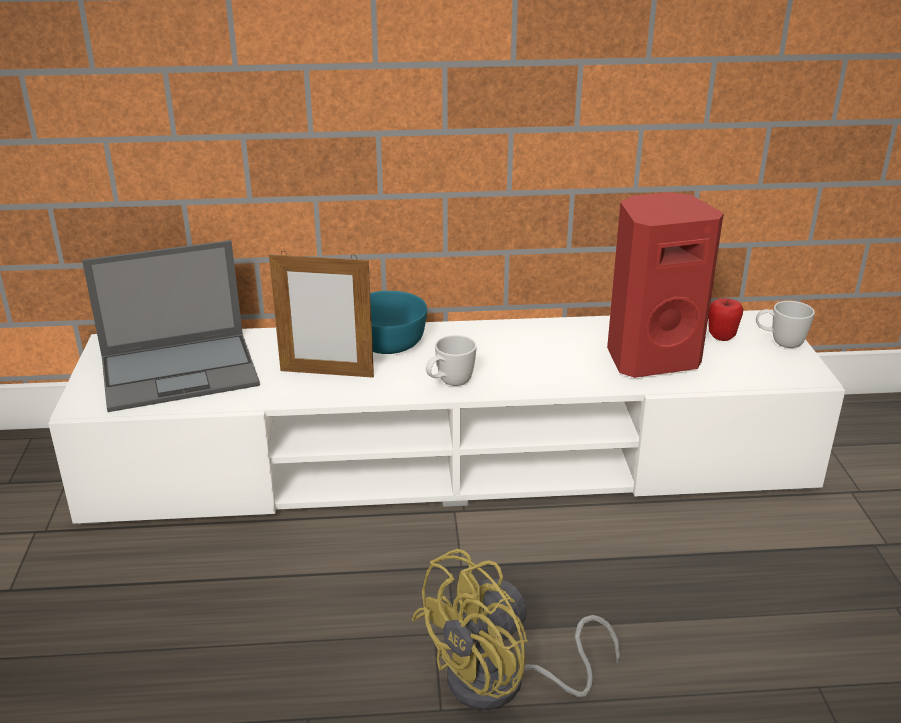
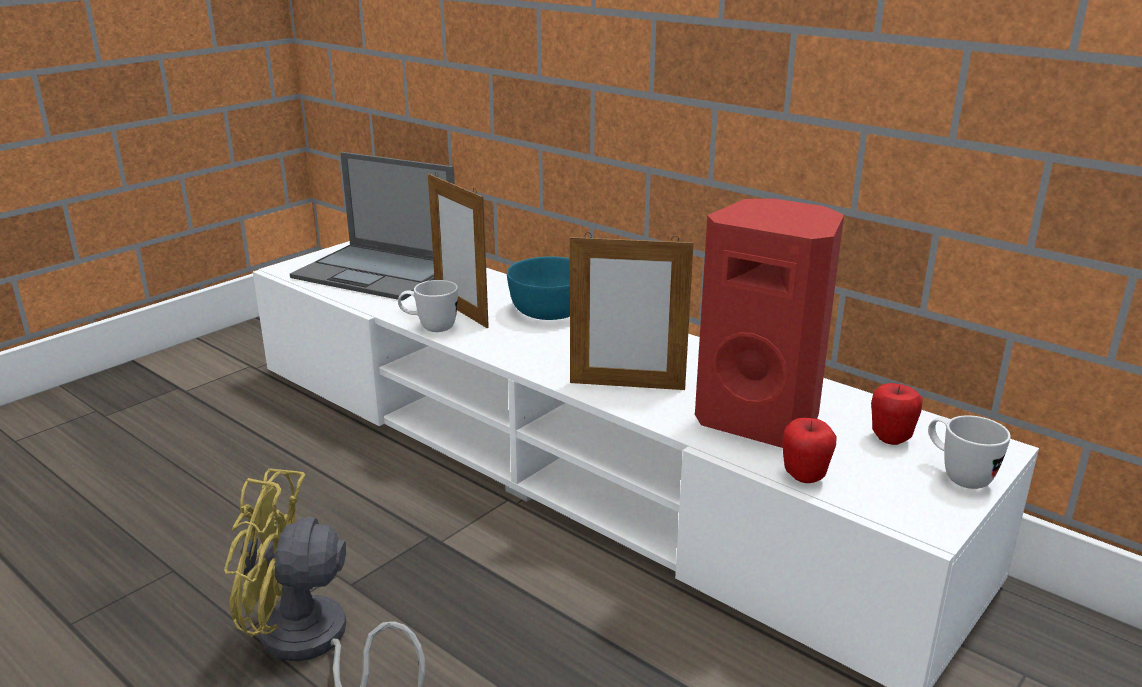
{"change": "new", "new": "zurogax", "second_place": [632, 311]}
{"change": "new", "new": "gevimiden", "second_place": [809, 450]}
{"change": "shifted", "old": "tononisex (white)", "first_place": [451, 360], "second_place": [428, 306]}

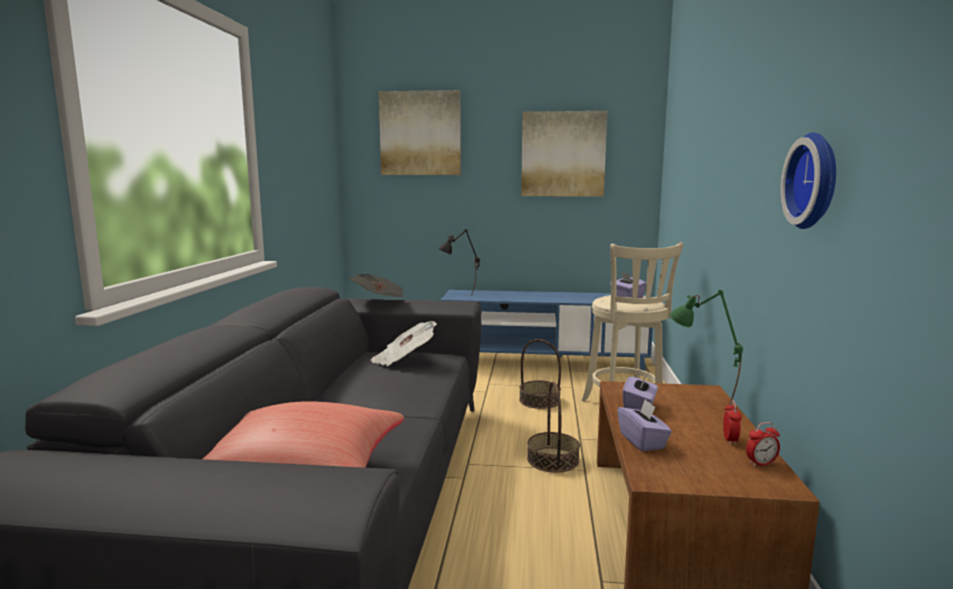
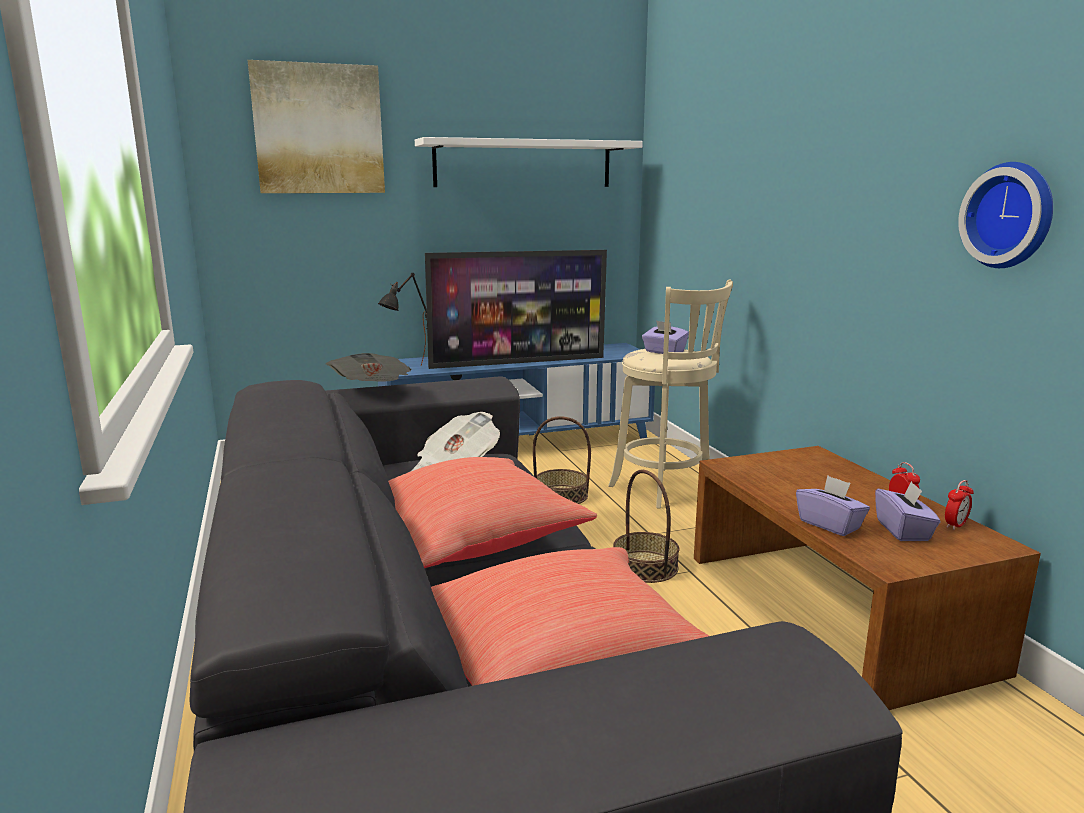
{"change": "gone", "old": "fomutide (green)", "first_place": [706, 347]}
{"change": "new", "new": "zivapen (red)", "second_place": [492, 512]}
{"change": "new", "new": "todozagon", "second_place": [516, 309]}
{"change": "shifted", "old": "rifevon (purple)", "first_place": [640, 391], "second_place": [907, 511]}
{"change": "swapped", "old": "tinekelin", "new": "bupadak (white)", "first_place": [564, 154], "second_place": [529, 162]}

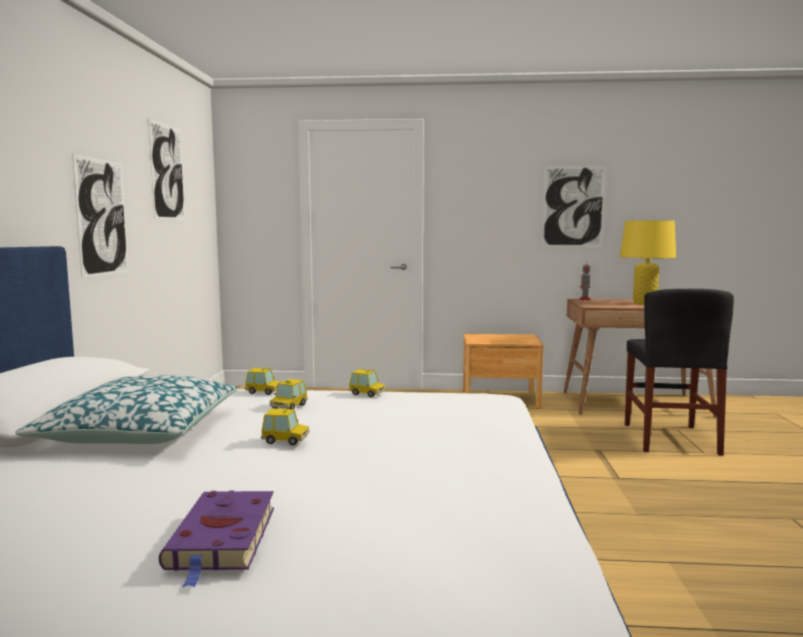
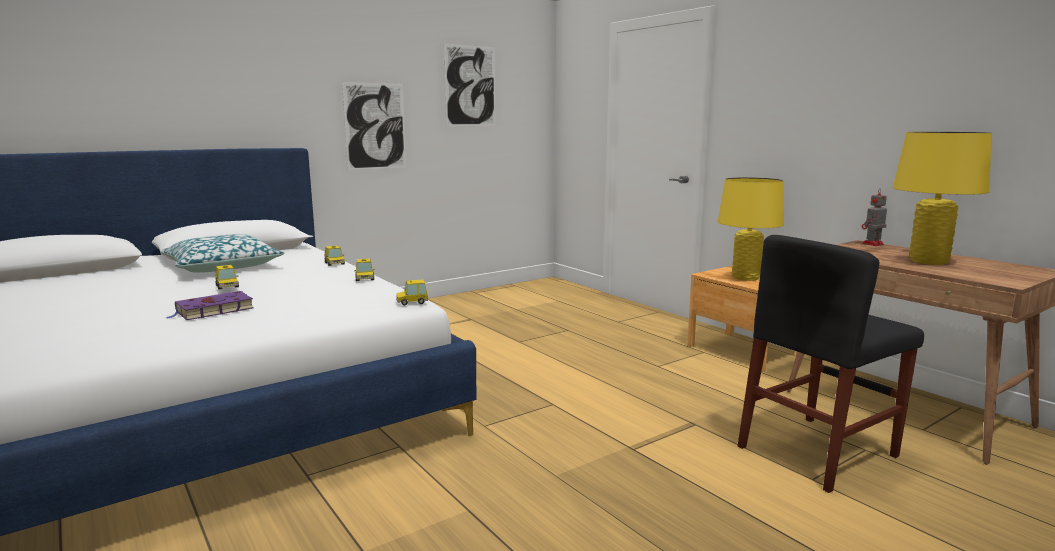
{"change": "gone", "old": "tinekelin", "first_place": [574, 206]}
{"change": "new", "new": "fomutide (yellow)", "second_place": [751, 229]}
{"change": "shifted", "old": "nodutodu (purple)", "first_place": [216, 539], "second_place": [210, 305]}
{"change": "shifted", "old": "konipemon", "first_place": [288, 394], "second_place": [412, 292]}

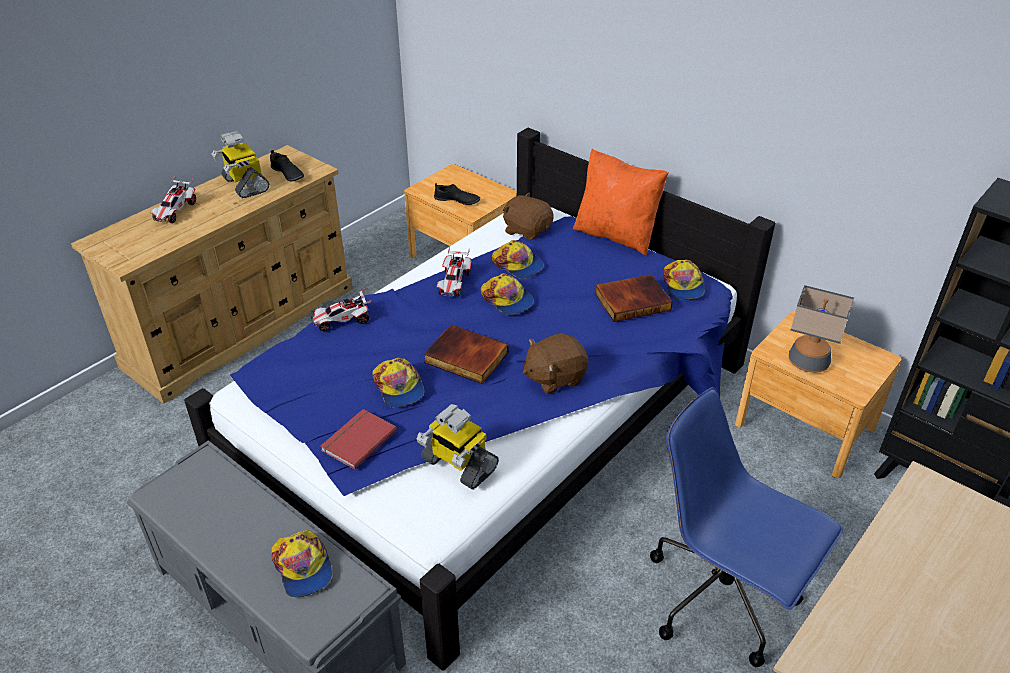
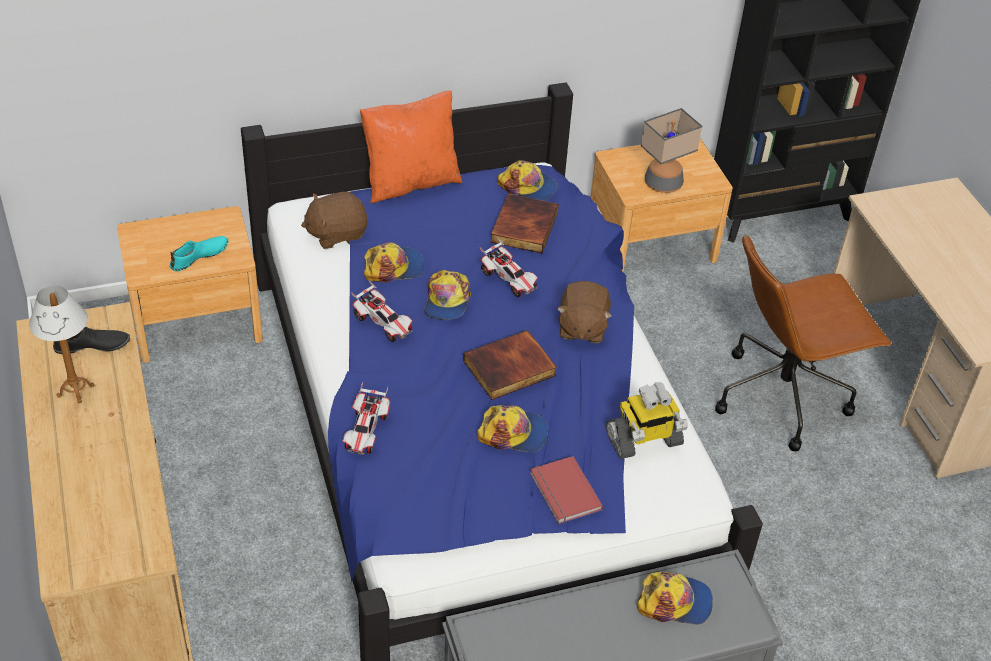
{"change": "shifted", "old": "konipemon", "first_place": [173, 200], "second_place": [509, 267]}
{"change": "swapped", "old": "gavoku", "new": "fomutide", "first_place": [240, 164], "second_place": [61, 344]}
{"change": "repainted", "old": "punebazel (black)", "new": "punebazel (turquoise)", "first_place": [457, 194], "second_place": [199, 253]}
{"change": "repainted", "old": "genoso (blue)", "new": "genoso (brown)", "first_place": [747, 527], "second_place": [803, 342]}
{"change": "rotated", "old": "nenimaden", "first_place": [507, 294], "second_place": [447, 295], "degrees": 105}

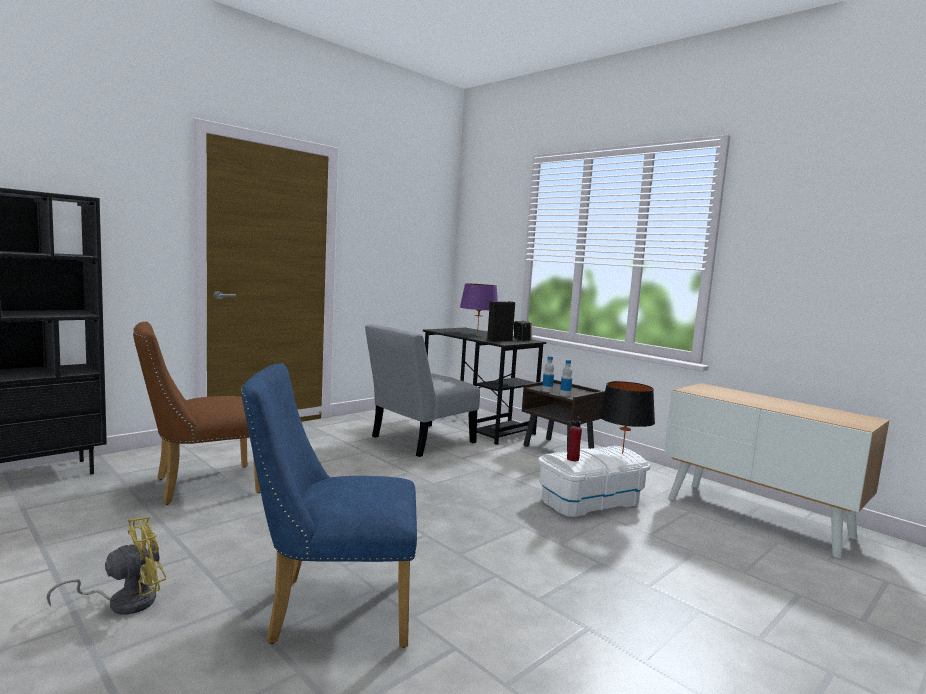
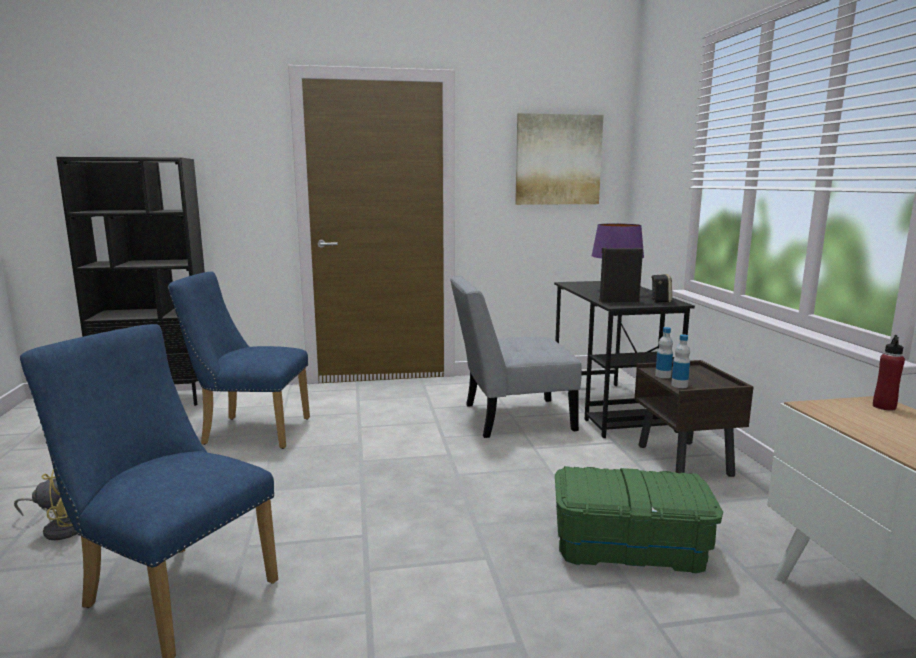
{"change": "gone", "old": "fomutide (black)", "first_place": [626, 417]}
{"change": "new", "new": "tinekelin", "second_place": [559, 159]}
{"change": "shifted", "old": "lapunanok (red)", "first_place": [574, 438], "second_place": [889, 372]}
{"change": "repainted", "old": "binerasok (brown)", "new": "binerasok (blue)", "first_place": [197, 413], "second_place": [239, 360]}
{"change": "repainted", "old": "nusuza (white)", "new": "nusuza (green)", "first_place": [594, 481], "second_place": [639, 519]}

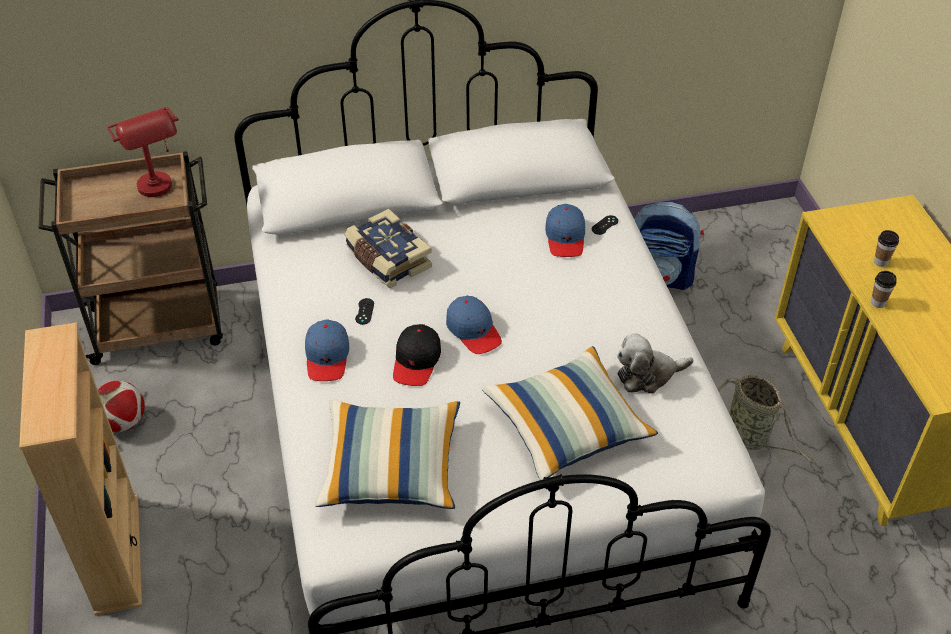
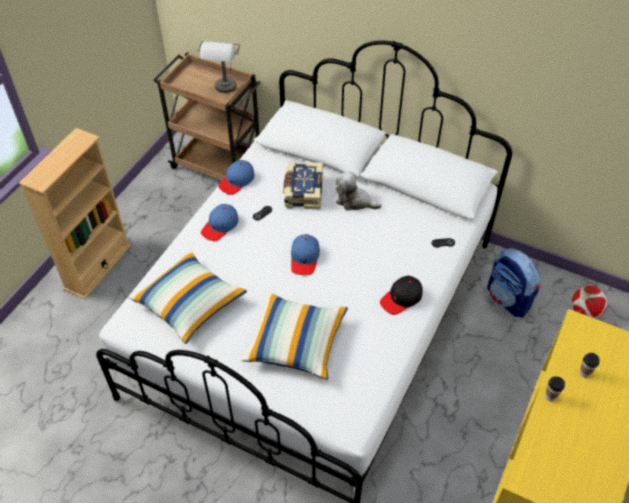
{"change": "gone", "old": "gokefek", "first_place": [766, 418]}
{"change": "shifted", "old": "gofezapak", "first_place": [121, 406], "second_place": [590, 302]}
{"change": "shifted", "old": "nenimaden (black)", "first_place": [417, 355], "second_place": [401, 295]}
{"change": "shifted", "old": "nenimaden (blue)", "first_place": [565, 230], "second_place": [236, 177]}
{"change": "shifted", "old": "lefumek", "first_place": [655, 363], "second_place": [359, 190]}
{"change": "repainted", "old": "fomutide (red)", "new": "fomutide (grey)", "first_place": [143, 152], "second_place": [218, 67]}

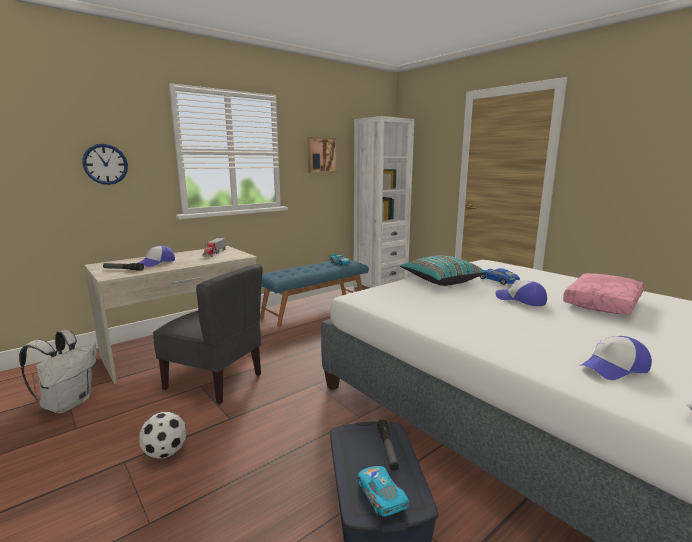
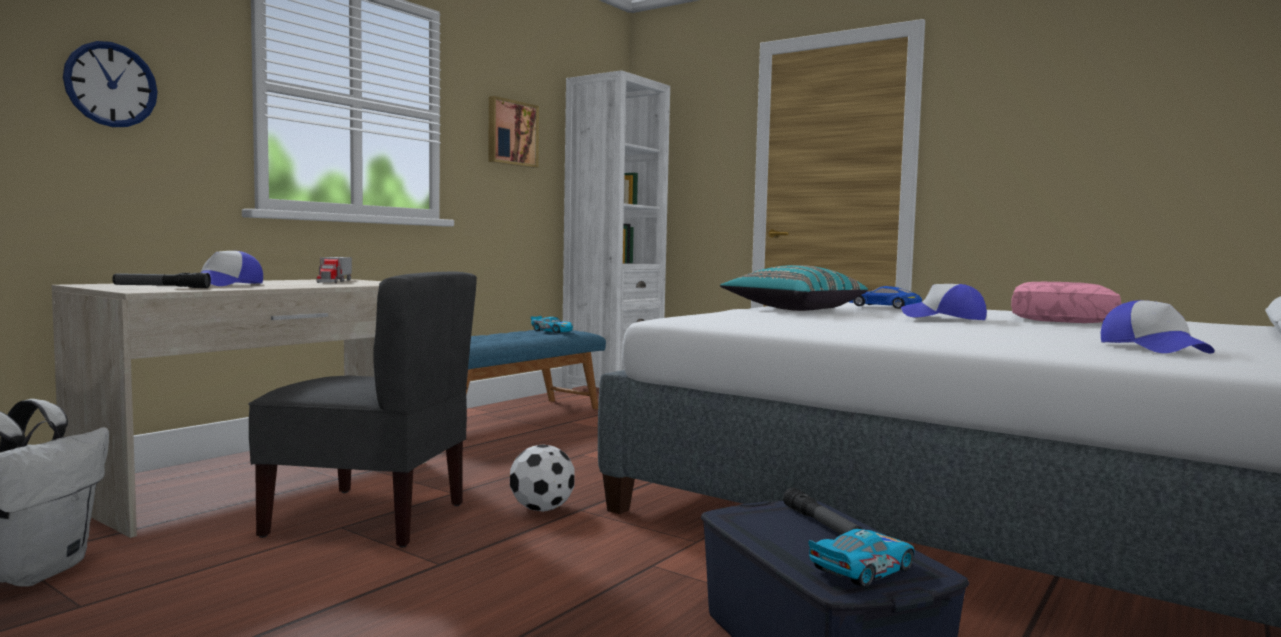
{"change": "shifted", "old": "gofezapak", "first_place": [163, 435], "second_place": [542, 478]}
{"change": "rotated", "old": "konipemon", "first_place": [383, 491], "second_place": [861, 558], "degrees": 90}
{"change": "rotated", "old": "nenimaden", "first_place": [616, 358], "second_place": [1158, 327], "degrees": -60}

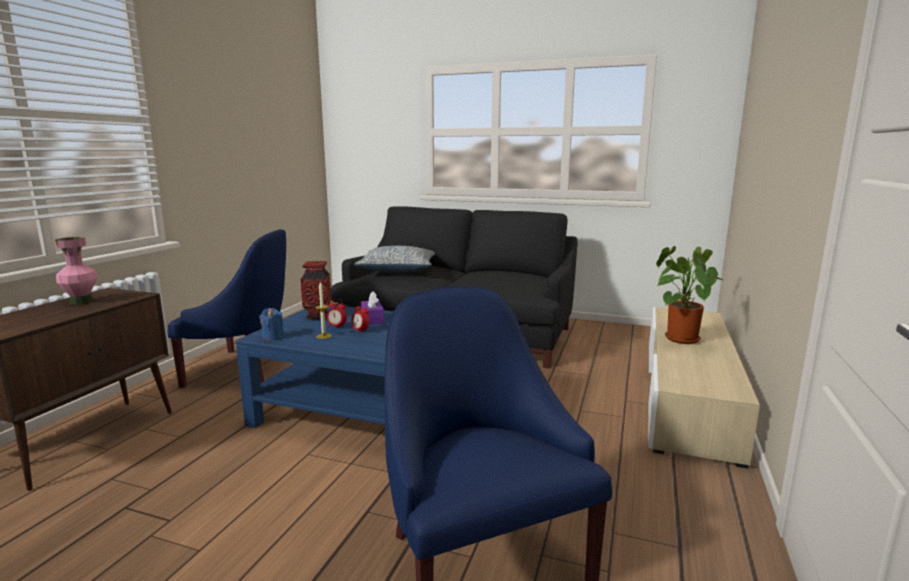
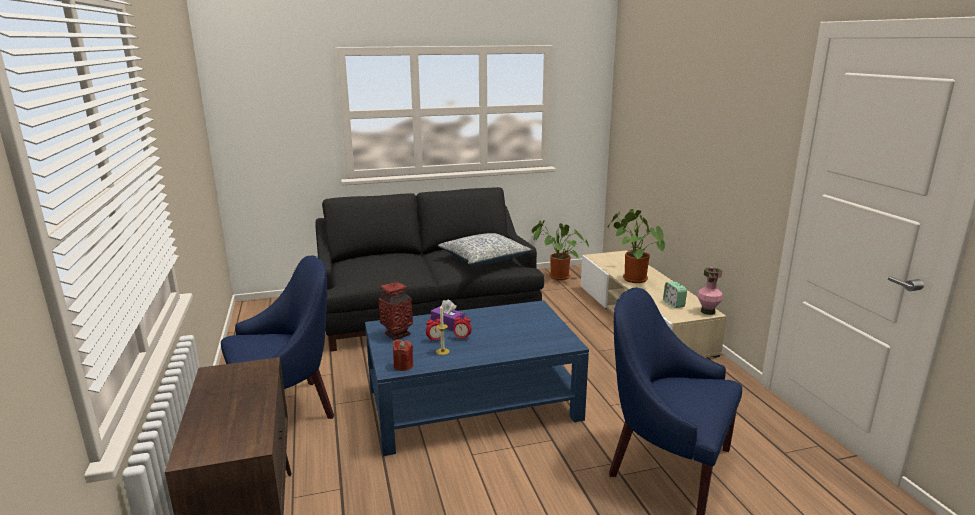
{"change": "new", "new": "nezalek", "second_place": [560, 250]}
{"change": "new", "new": "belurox", "second_place": [675, 295]}
{"change": "shifted", "old": "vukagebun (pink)", "first_place": [76, 271], "second_place": [710, 291]}
{"change": "shifted", "old": "zivapen", "first_place": [394, 259], "second_place": [485, 249]}
{"change": "repainted", "old": "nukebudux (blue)", "new": "nukebudux (red)", "first_place": [271, 324], "second_place": [402, 355]}

